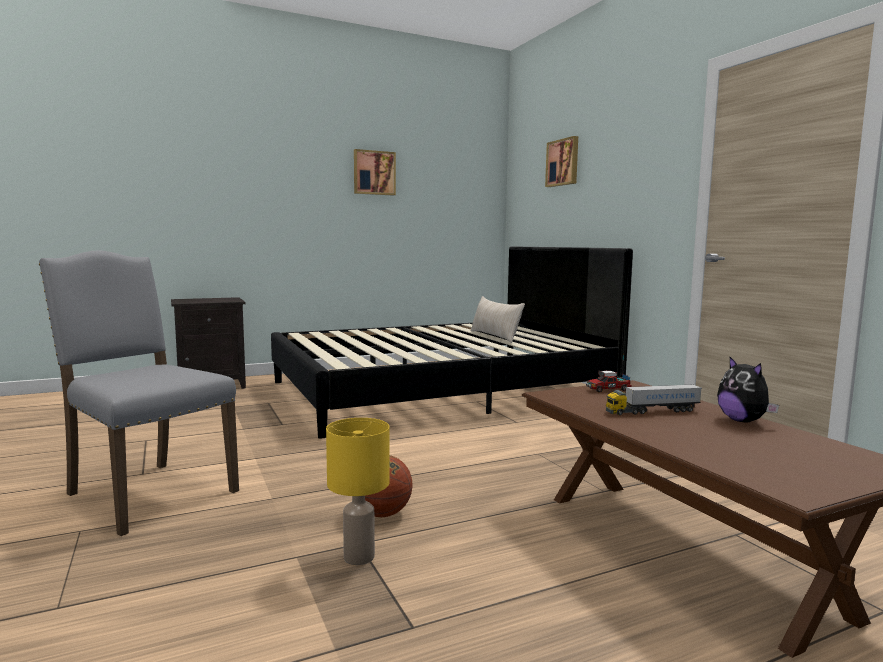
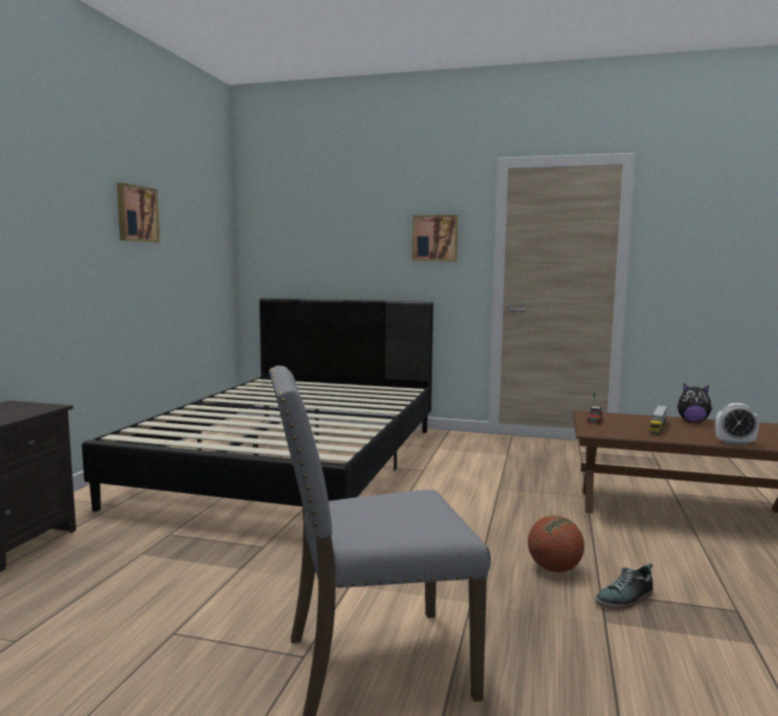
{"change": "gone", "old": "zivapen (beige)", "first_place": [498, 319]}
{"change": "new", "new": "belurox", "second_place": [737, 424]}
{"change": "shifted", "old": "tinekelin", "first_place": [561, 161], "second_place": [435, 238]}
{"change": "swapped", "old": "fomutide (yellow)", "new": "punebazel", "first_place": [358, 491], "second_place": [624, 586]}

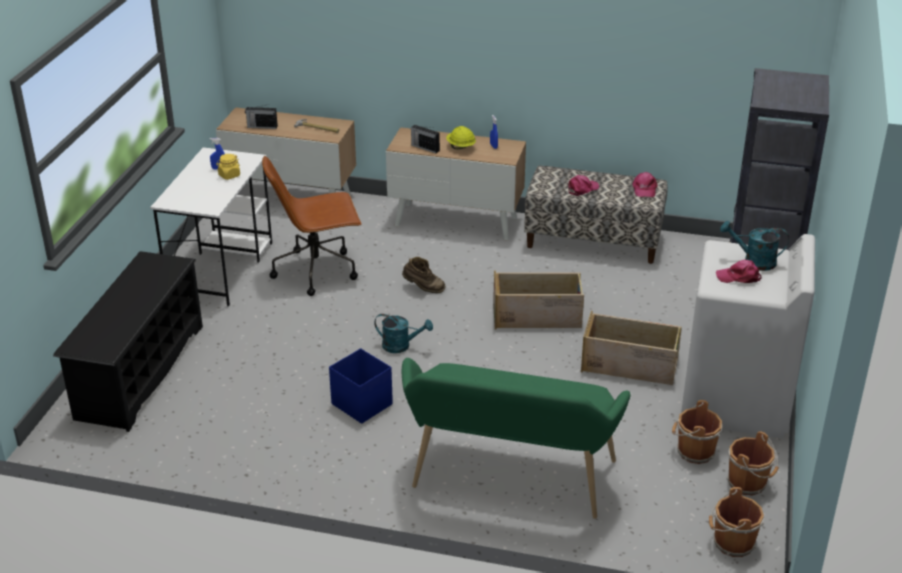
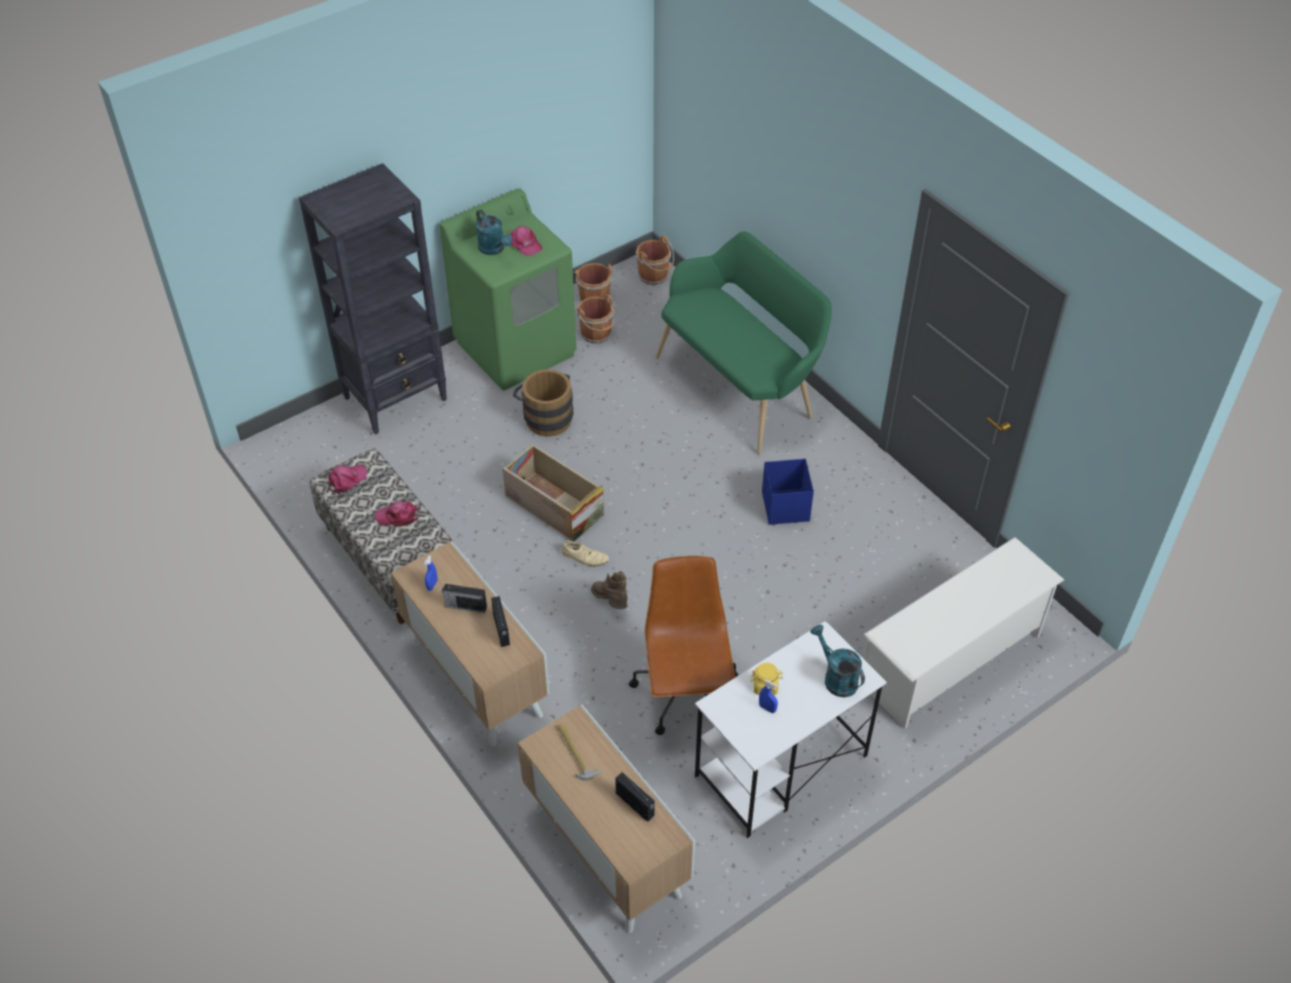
{"change": "new", "new": "punebazel (beige)", "second_place": [585, 553]}
{"change": "shifted", "old": "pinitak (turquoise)", "first_place": [403, 333], "second_place": [837, 661]}
{"change": "swapped", "old": "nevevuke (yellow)", "new": "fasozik", "first_place": [461, 137], "second_place": [464, 598]}
{"change": "swapped", "old": "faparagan", "new": "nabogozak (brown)", "first_place": [631, 348], "second_place": [543, 403]}
{"change": "repainted", "old": "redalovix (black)", "new": "redalovix (white)", "first_place": [128, 341], "second_place": [963, 633]}
{"change": "repainted", "old": "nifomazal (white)", "new": "nifomazal (green)", "first_place": [748, 336], "second_place": [508, 289]}
{"change": "rotated", "old": "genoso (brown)", "first_place": [312, 226], "second_place": [683, 645], "degrees": -120}

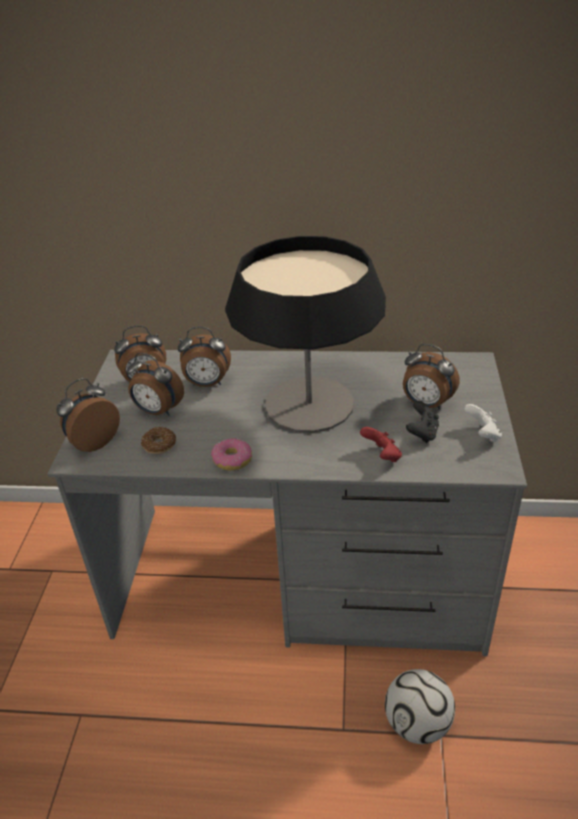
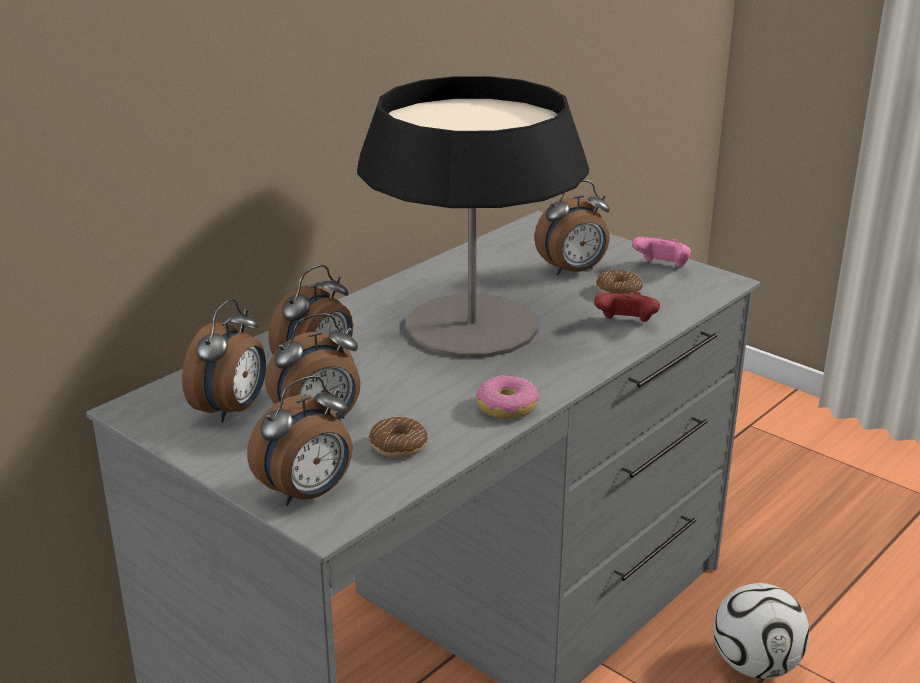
{"change": "swapped", "old": "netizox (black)", "new": "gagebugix", "first_place": [422, 422], "second_place": [619, 282]}
{"change": "repainted", "old": "netizox (white)", "new": "netizox (pink)", "first_place": [483, 423], "second_place": [661, 252]}
{"change": "rotated", "old": "belurox", "first_place": [88, 415], "second_place": [300, 440], "degrees": -120}

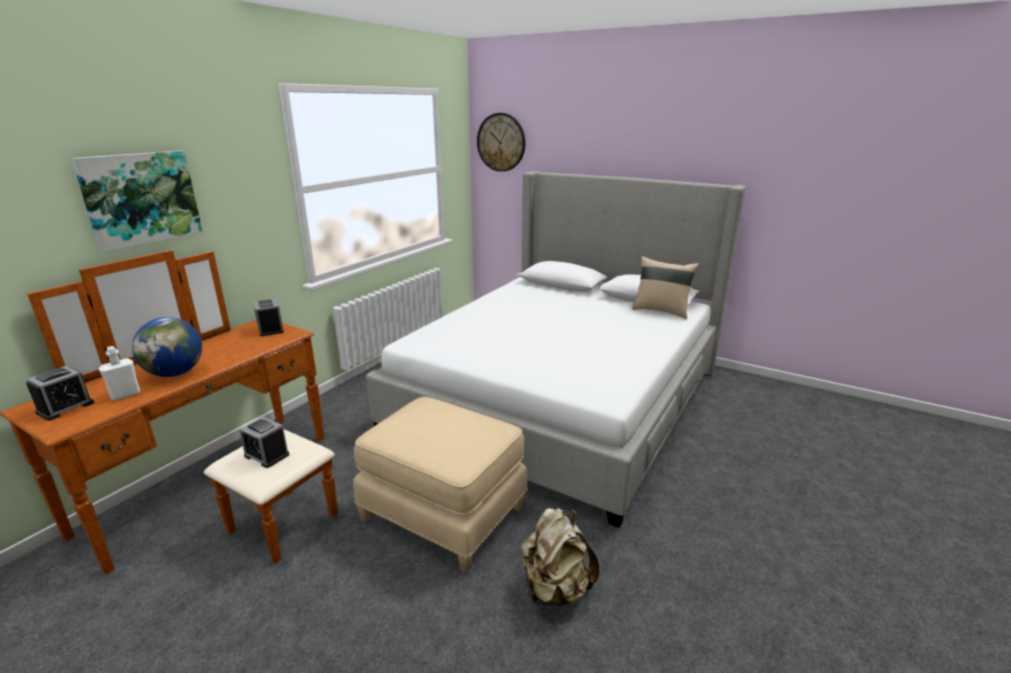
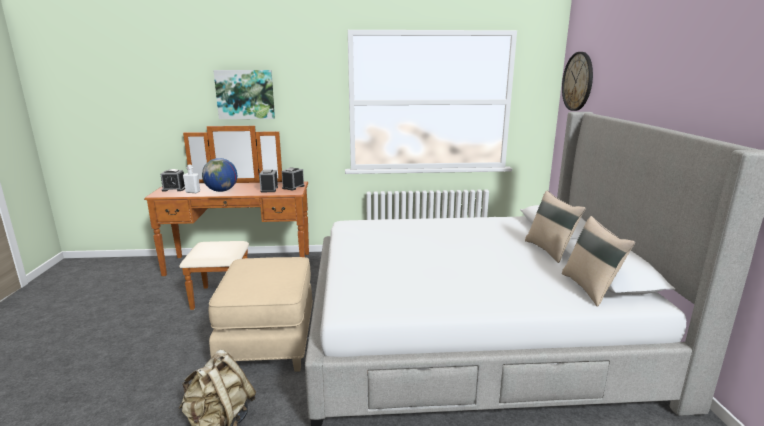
{"change": "new", "new": "zivapen (beige)", "second_place": [555, 227]}
{"change": "shifted", "old": "belurox", "first_place": [264, 442], "second_place": [268, 181]}

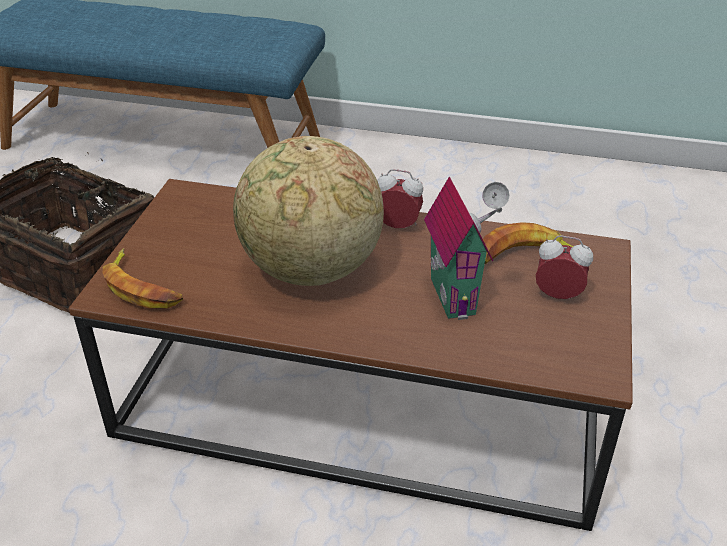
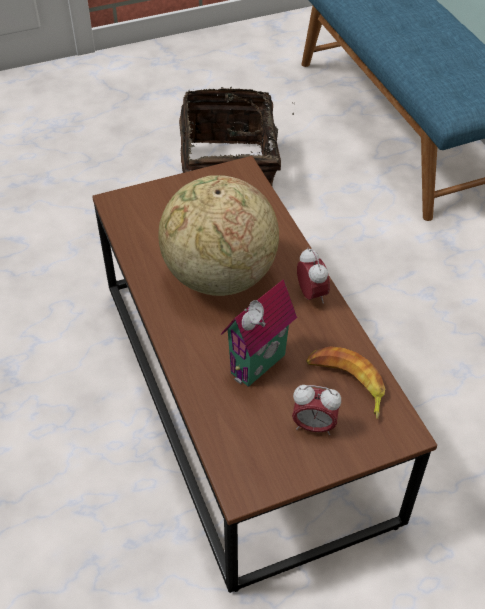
{"change": "gone", "old": "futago", "first_place": [143, 278]}
{"change": "rotated", "old": "belurox", "first_place": [564, 267], "second_place": [316, 410], "degrees": 120}

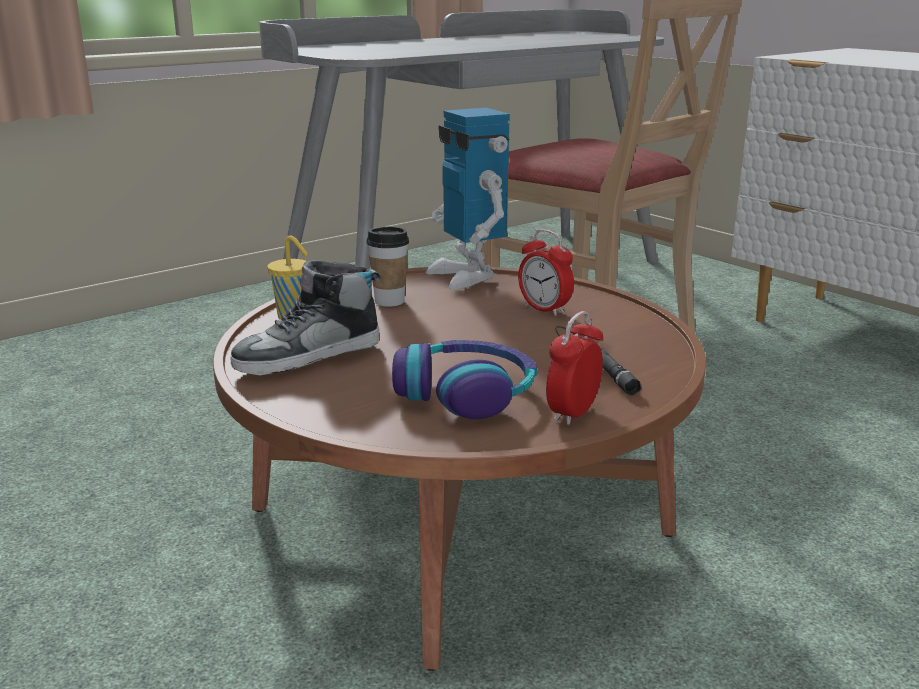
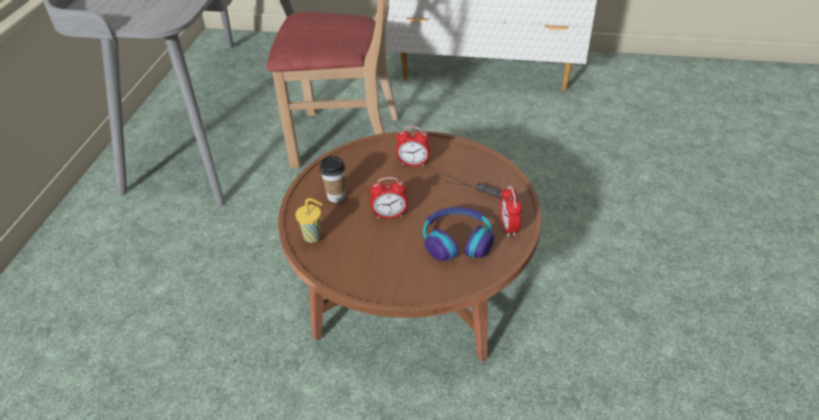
{"change": "gone", "old": "punebazel", "first_place": [305, 317]}
{"change": "gone", "old": "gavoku", "first_place": [467, 198]}
{"change": "new", "new": "belurox", "second_place": [389, 198]}

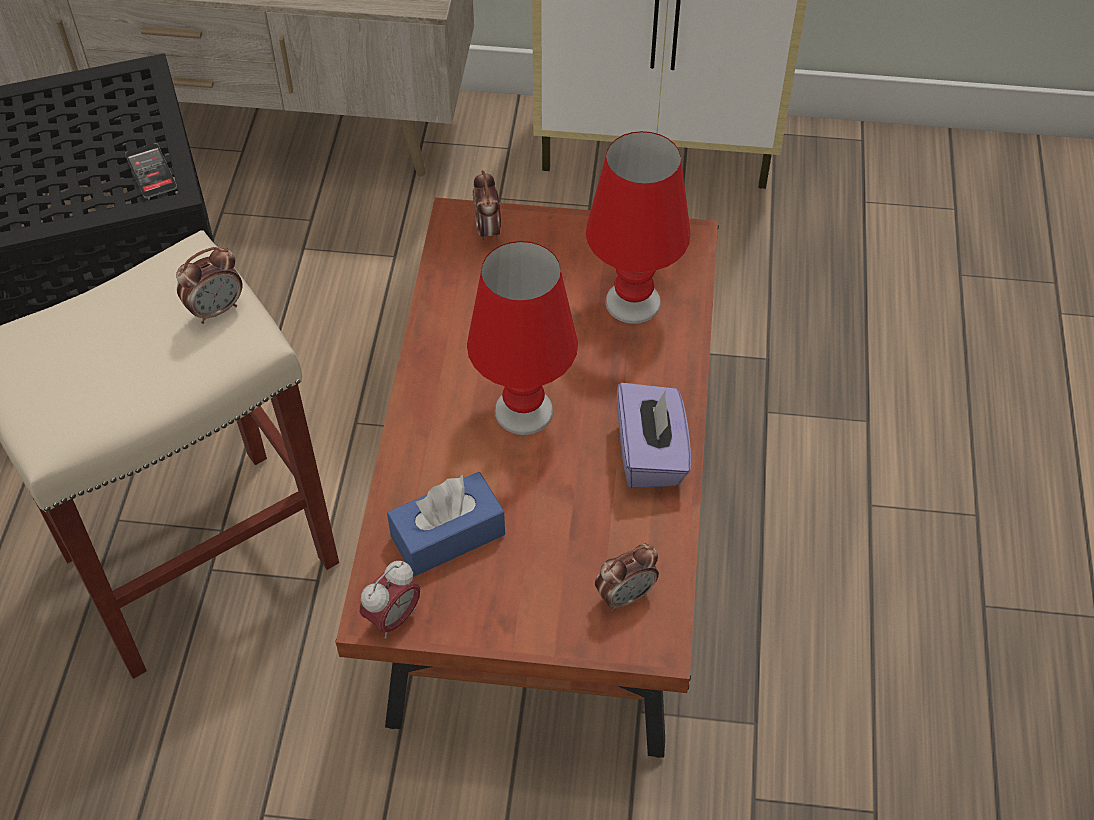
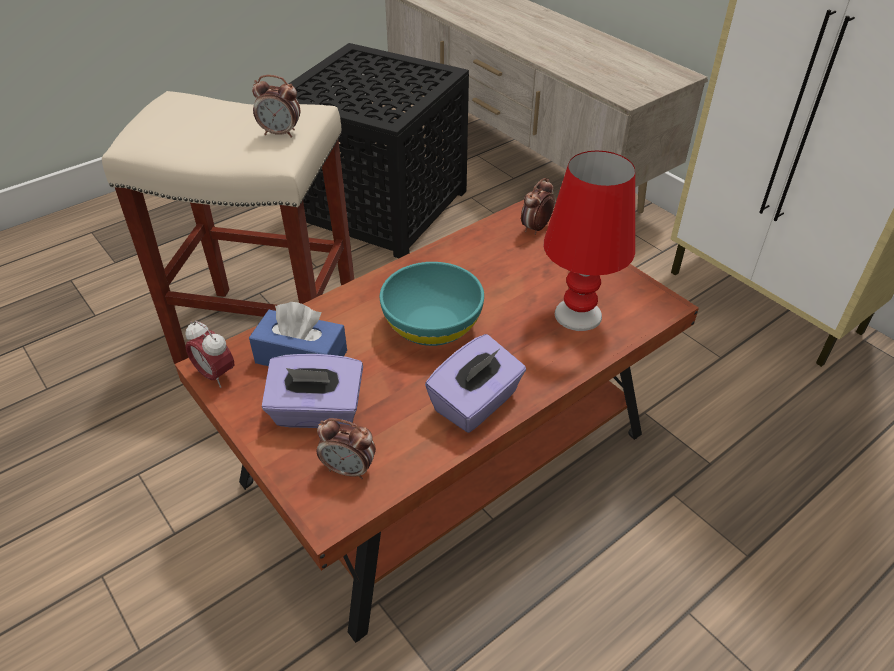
{"change": "gone", "old": "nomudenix", "first_place": [151, 170]}
{"change": "new", "new": "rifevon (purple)", "second_place": [312, 391]}
{"change": "swapped", "old": "fomutide (red)", "new": "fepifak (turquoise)", "first_place": [522, 338], "second_place": [432, 304]}
{"change": "rotated", "old": "belurox", "first_place": [390, 600], "second_place": [209, 354], "degrees": 45}

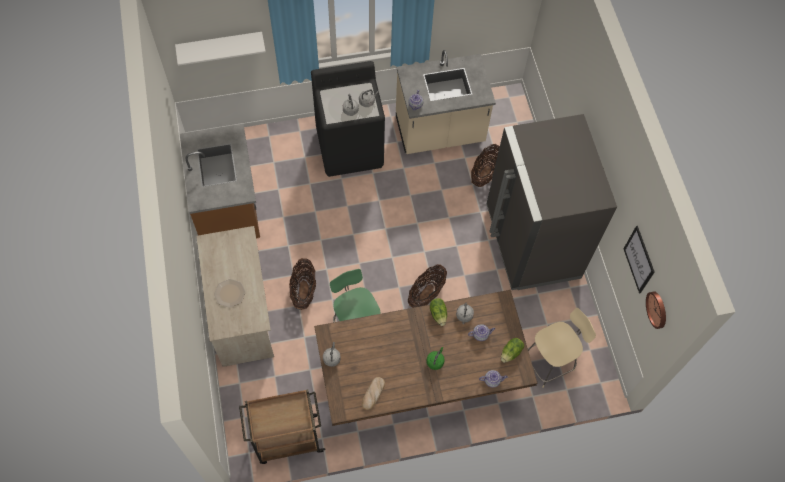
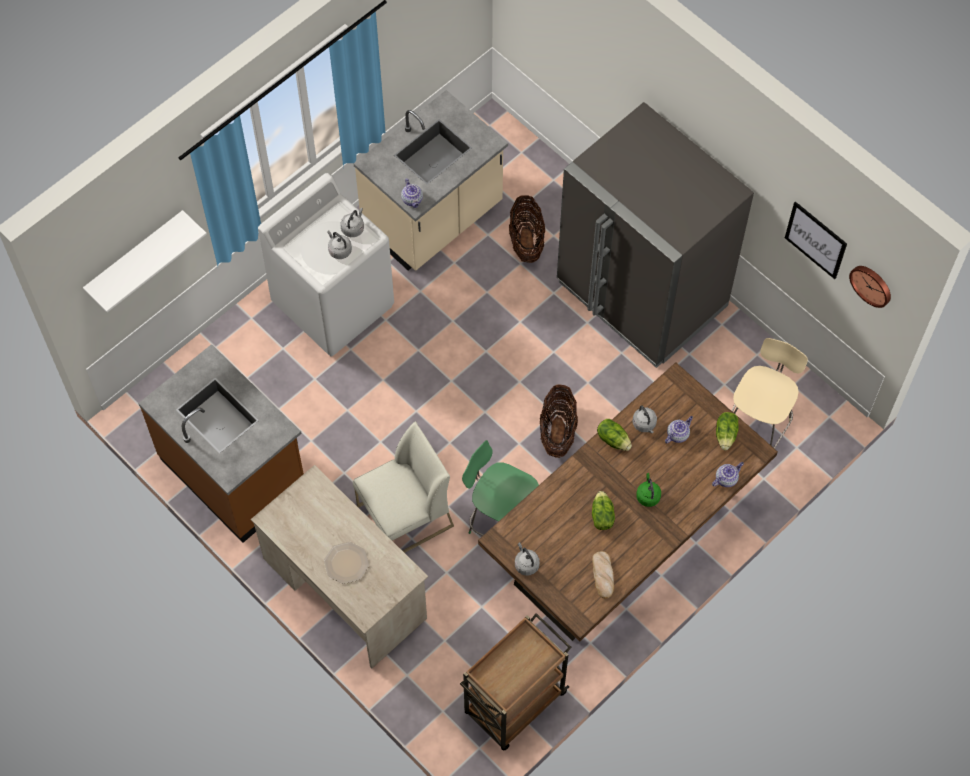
{"change": "new", "new": "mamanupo", "second_place": [603, 510]}
{"change": "swapped", "old": "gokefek", "new": "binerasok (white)", "first_place": [302, 284], "second_place": [403, 487]}
{"change": "repainted", "old": "nifomazal (black)", "new": "nifomazal (white)", "first_place": [348, 119], "second_place": [326, 264]}

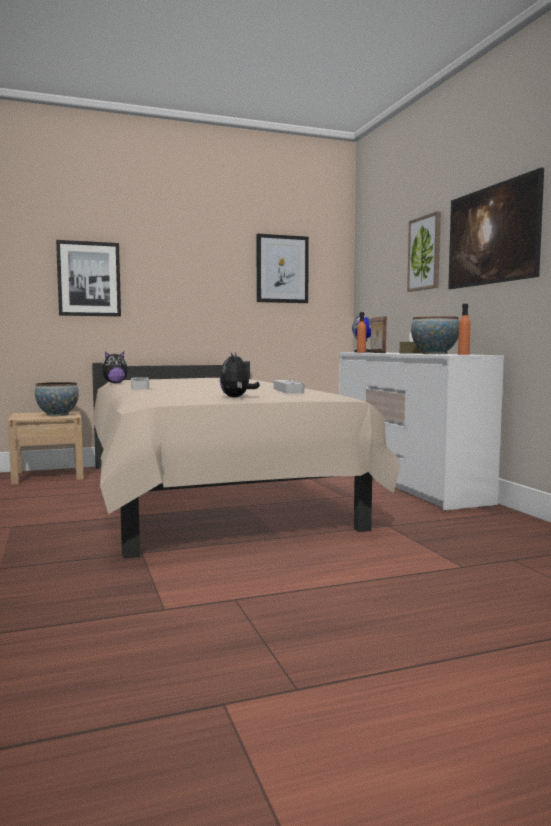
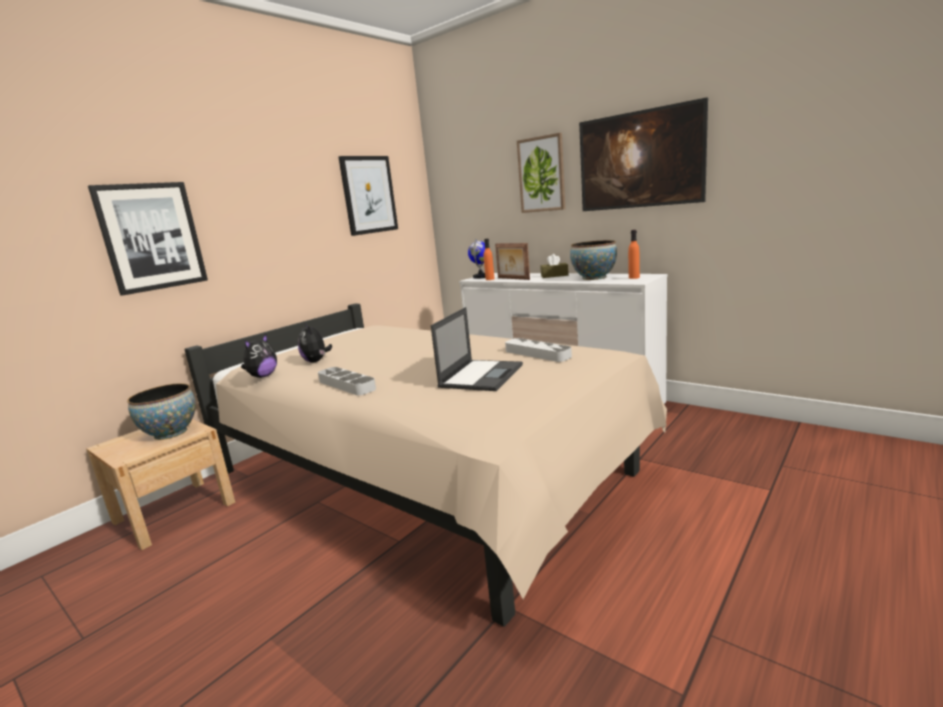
{"change": "new", "new": "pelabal", "second_place": [477, 349]}
{"change": "shifted", "old": "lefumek", "first_place": [240, 375], "second_place": [315, 342]}

